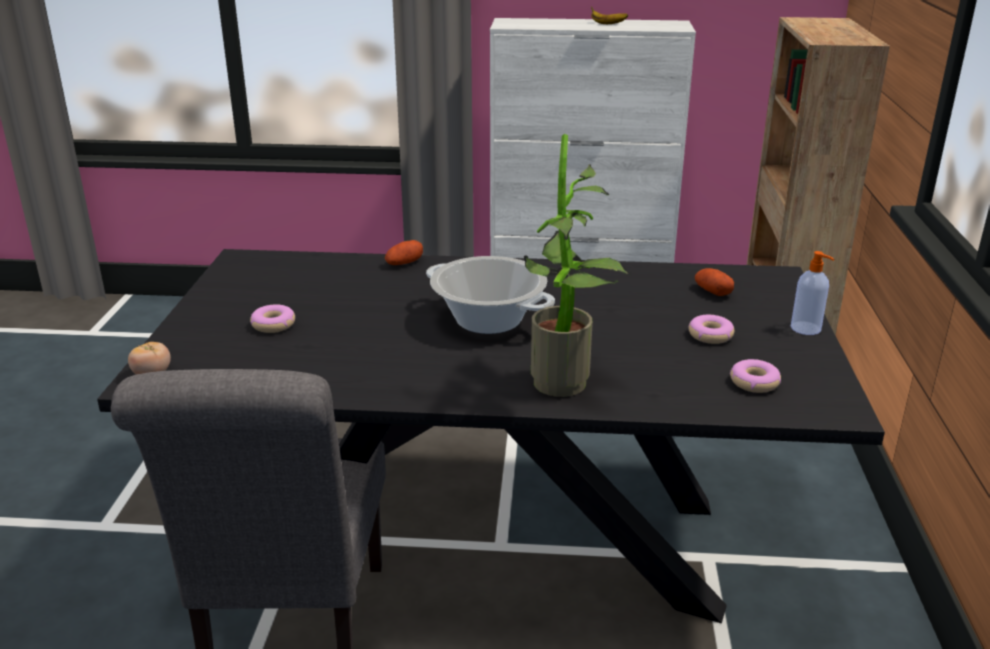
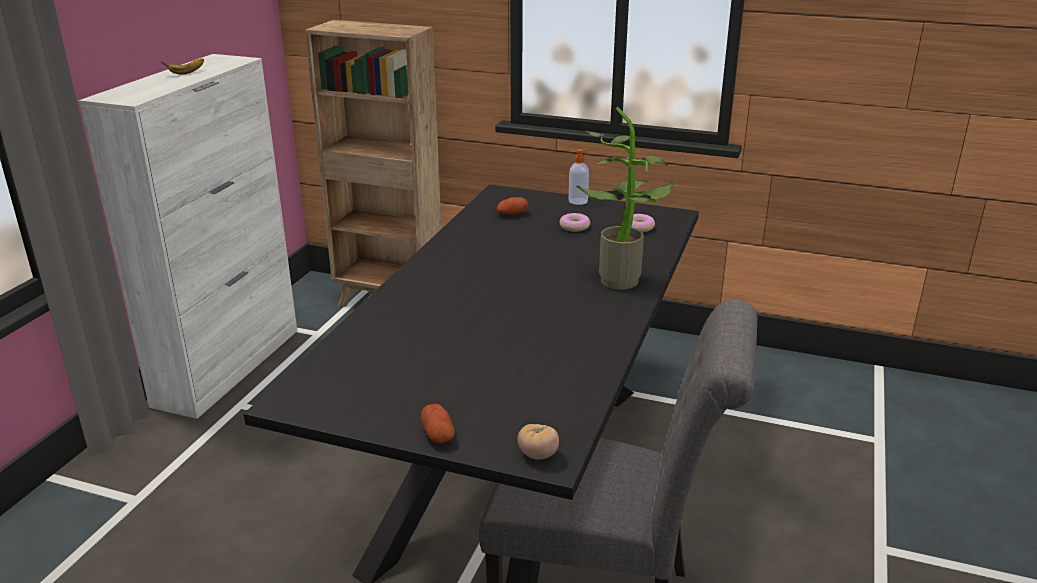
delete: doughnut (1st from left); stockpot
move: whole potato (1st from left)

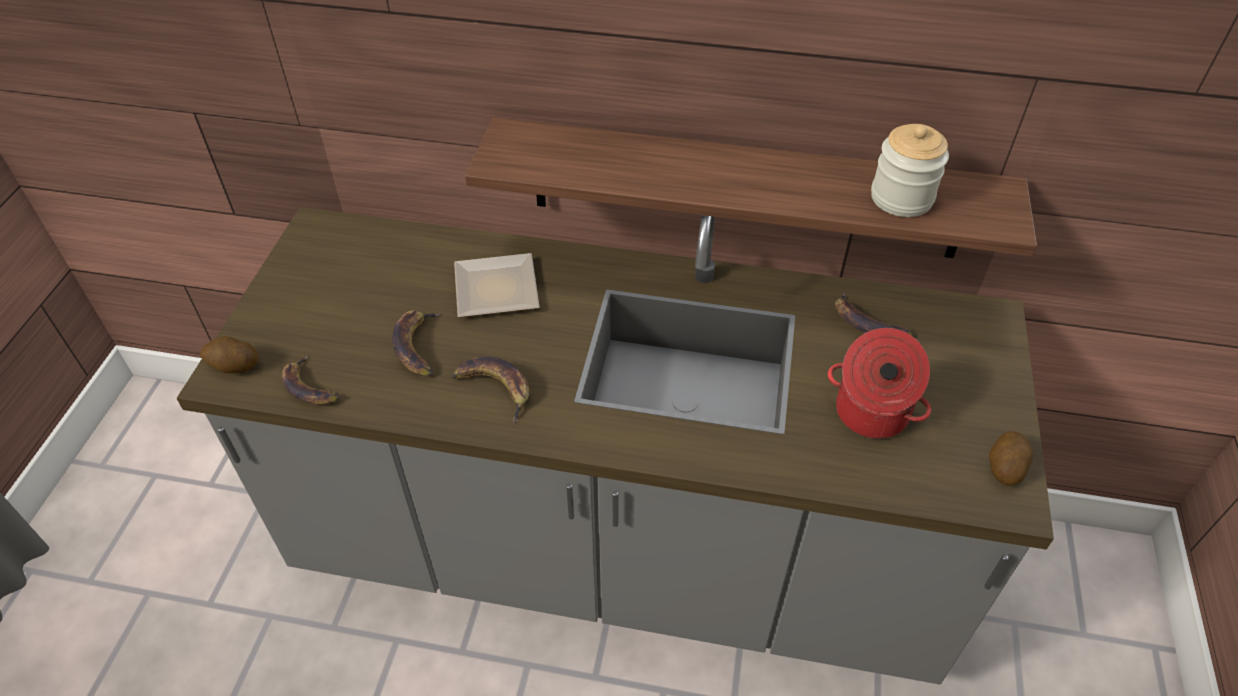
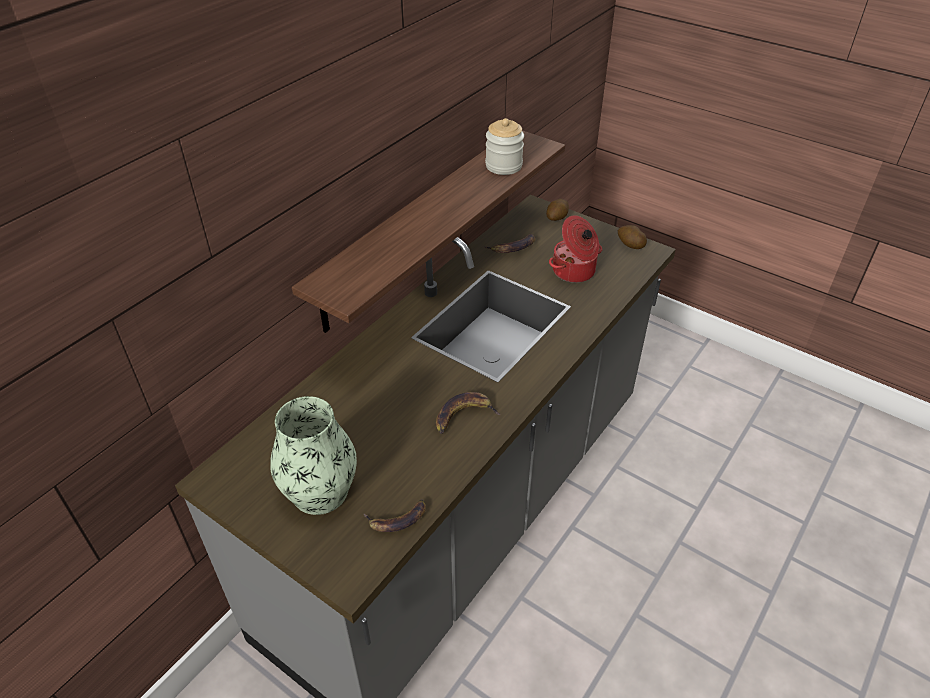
delete: whole banana (2nd from left); plate
insert: decorative vase
move: whole potato (1st from left)

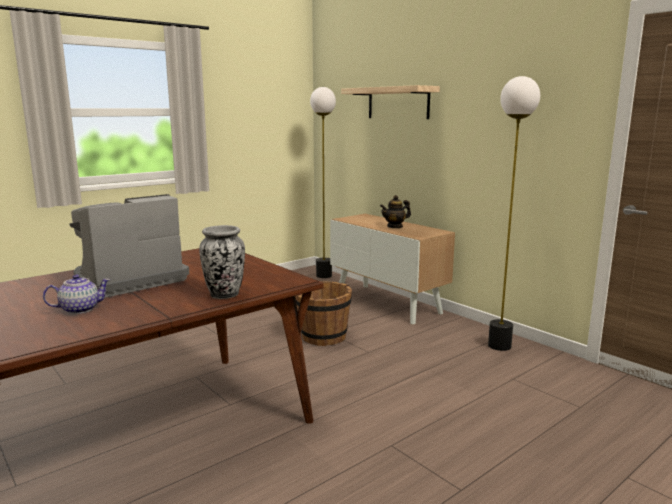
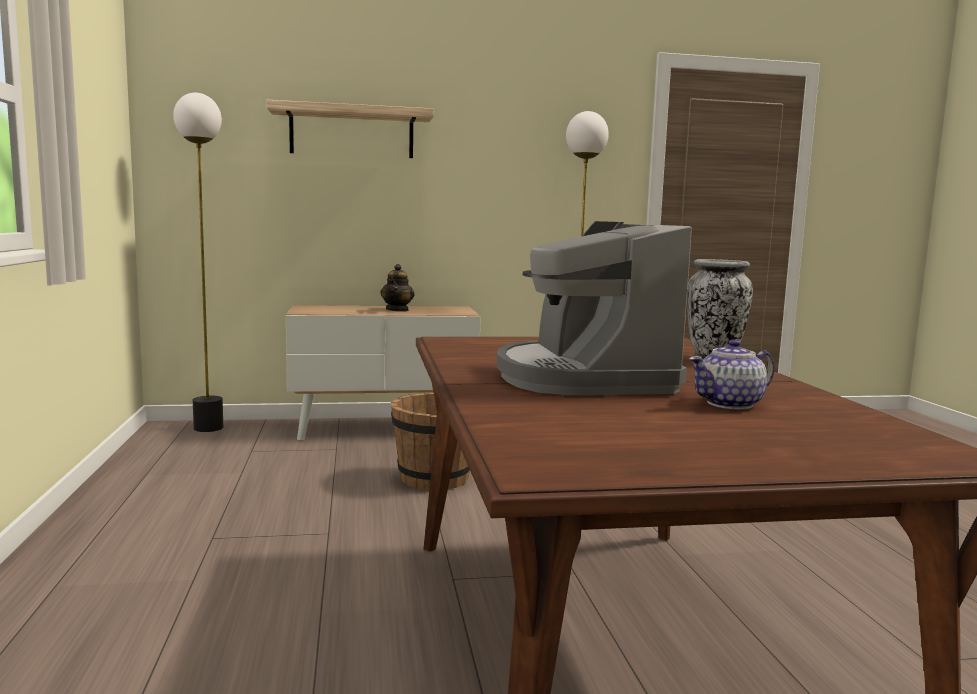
rotate: teapot (1st from left in the first image) 120 degrees counterclockwise

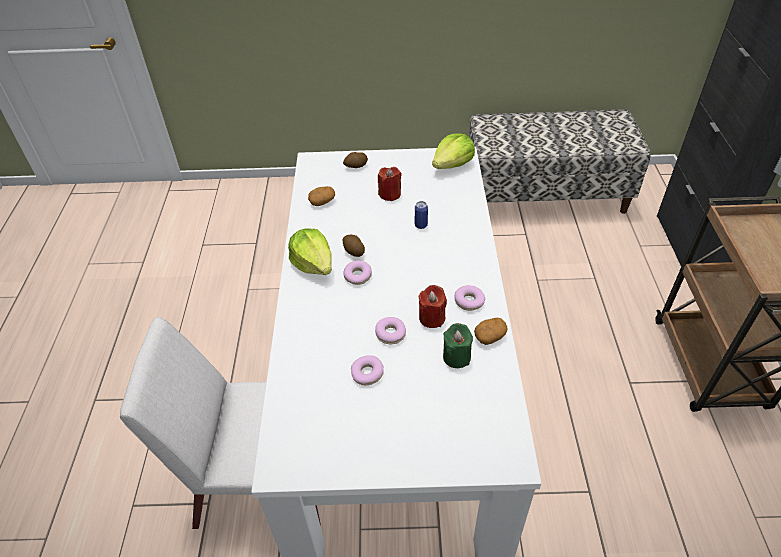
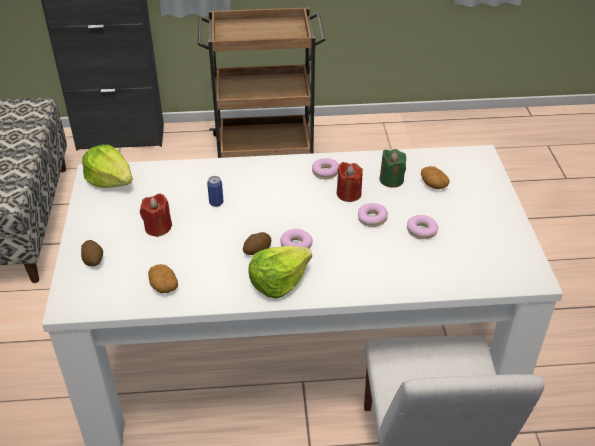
move: whole potato (4th from left)

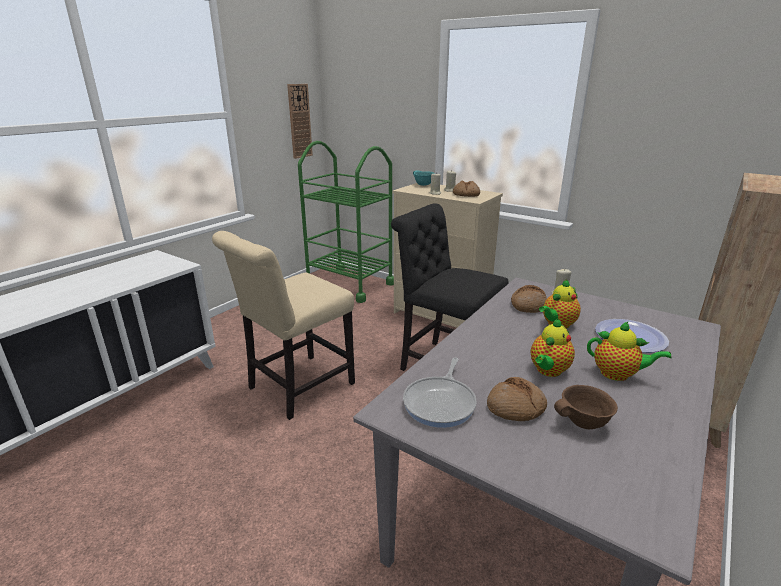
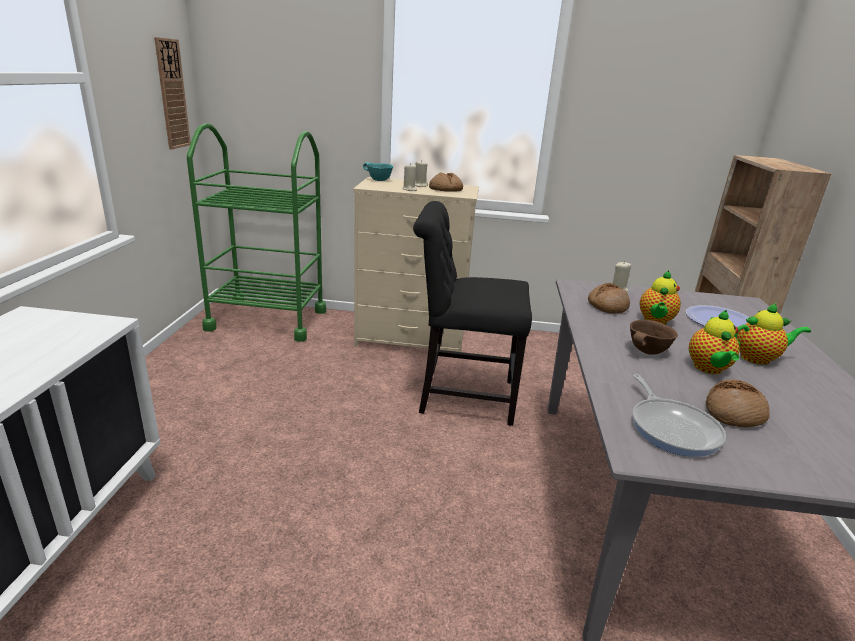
delete: upright chair (beige-coloured)
move: serving bowl (brown-coloured)

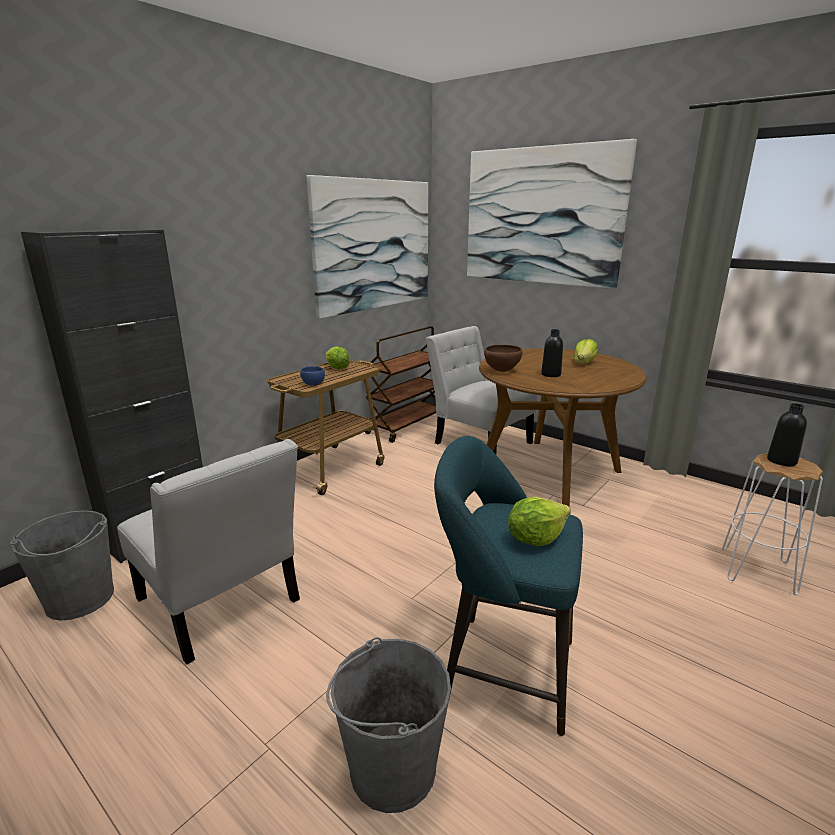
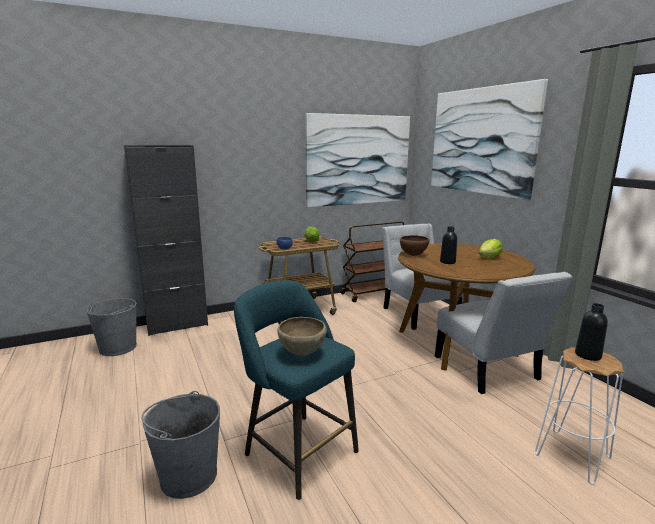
move: upright chair (white) (1st from left in the first image) to upright chair (white) (2nd from left)
replace: lettuce head (2nd from left) to serving bowl (brown-coloured) (1st from left)

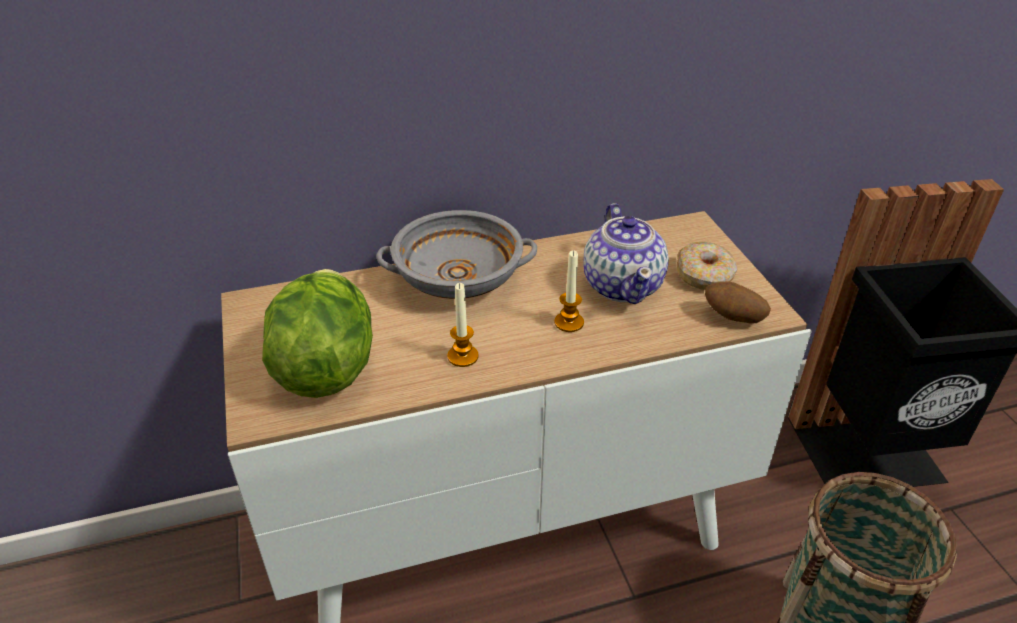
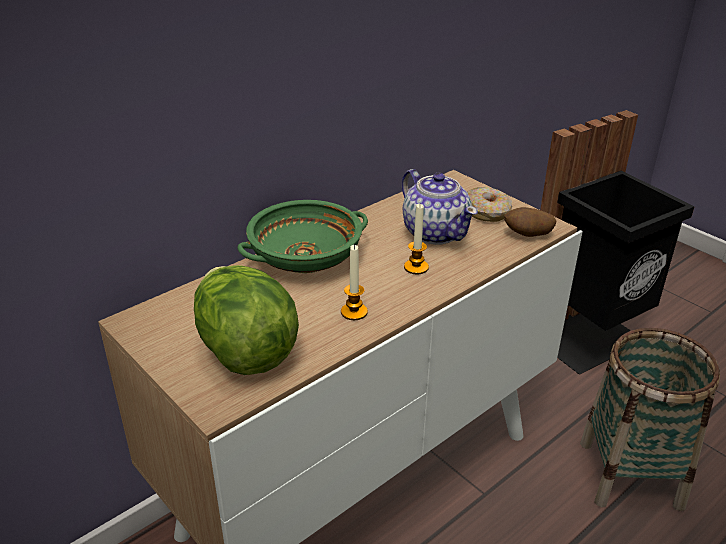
recolor: serving bowl (greyish) to serving bowl (green-coloured)

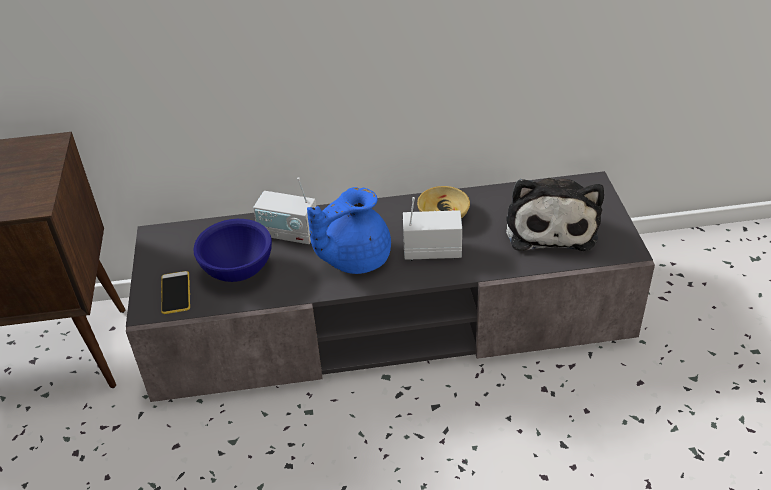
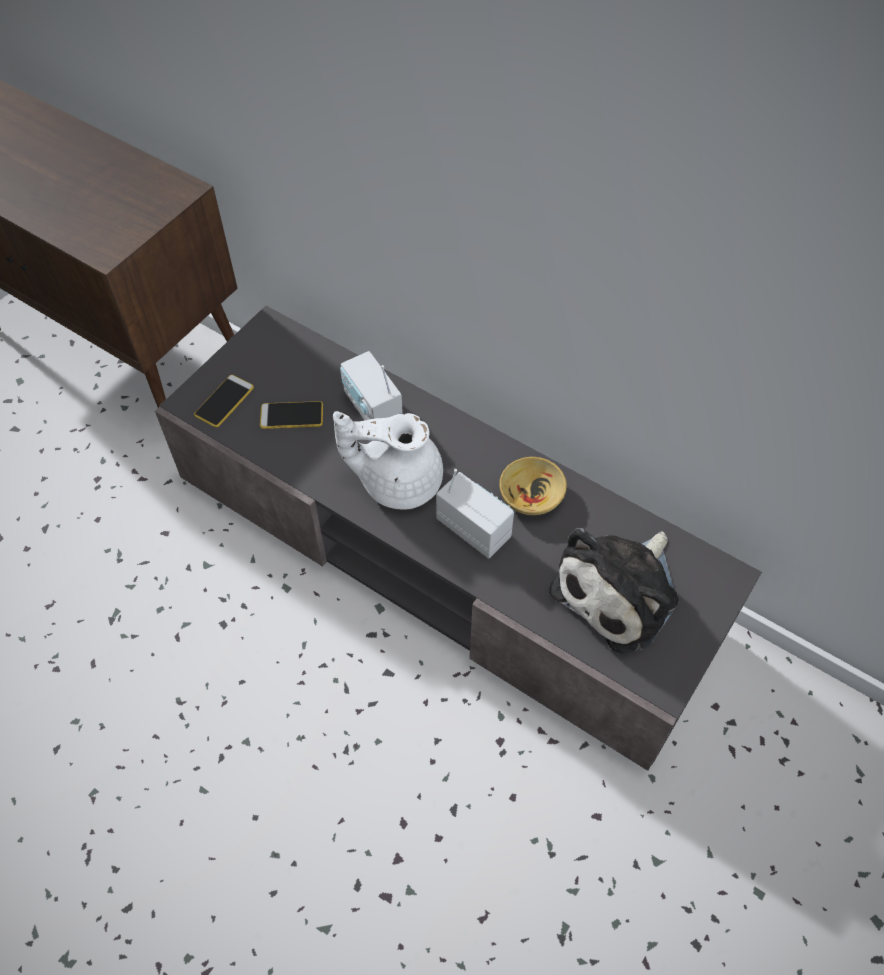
replace: serving bowl (bluish) to phone (2nd from left)
recolor: teapot (bluish) to teapot (white)

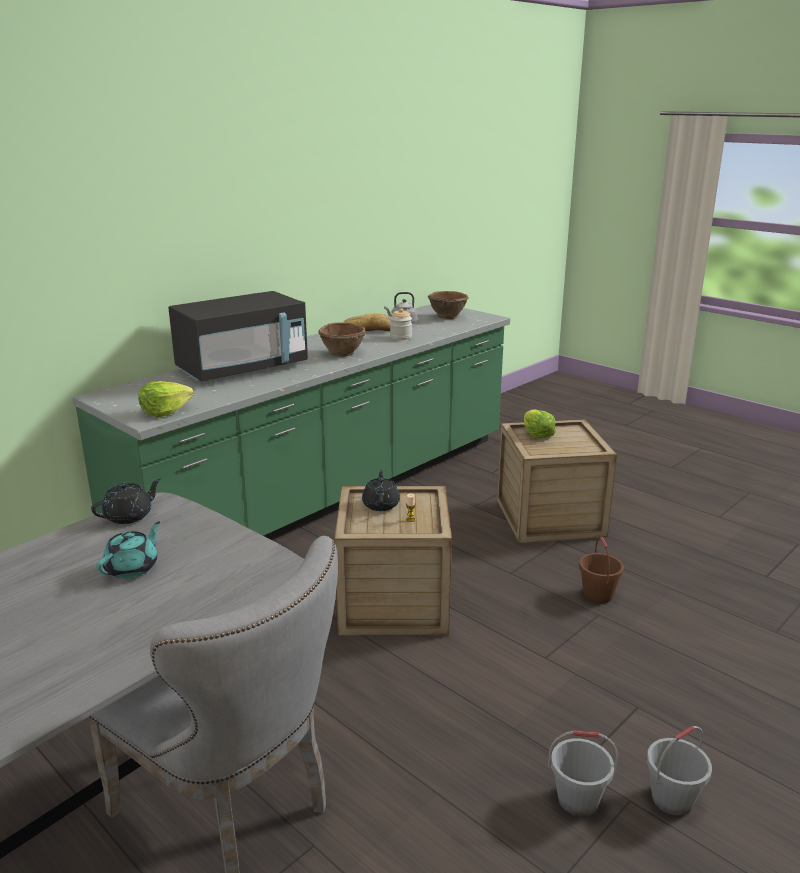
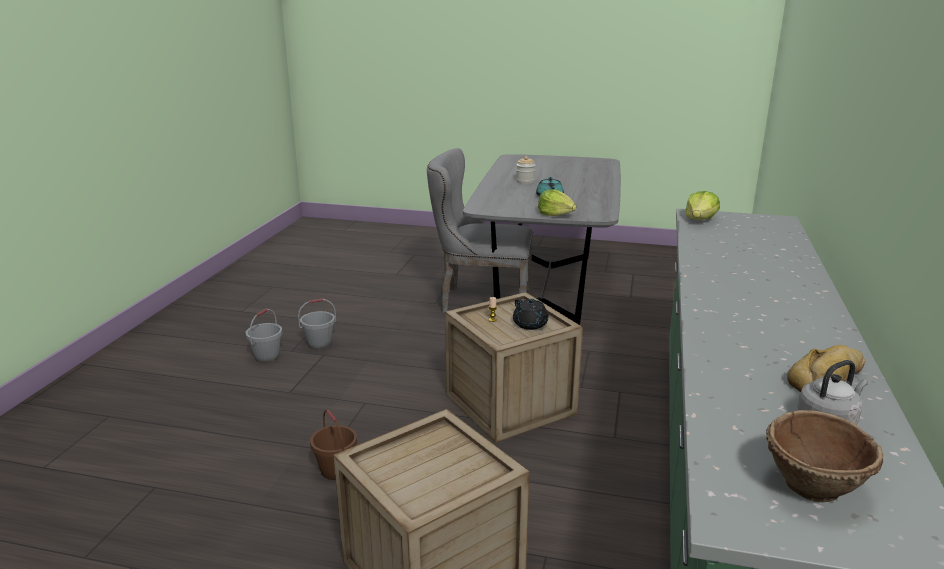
delete: teapot (black-coloured) (1st from left); kitchen microwave (black-coloured); serving bowl (brown-coloured) (1st from left)
move: storage jar; lettuce head (2nd from left in the first image) to lettuce head (1st from left)

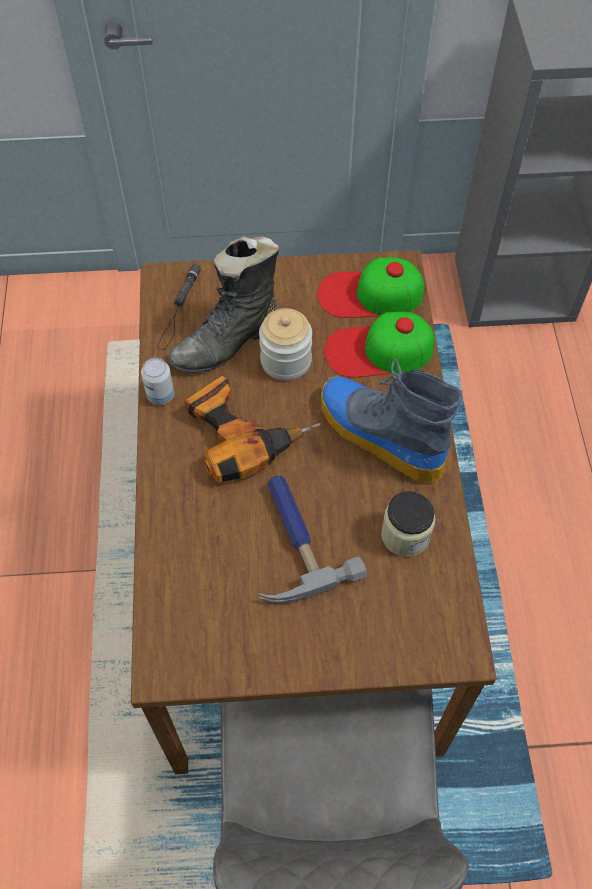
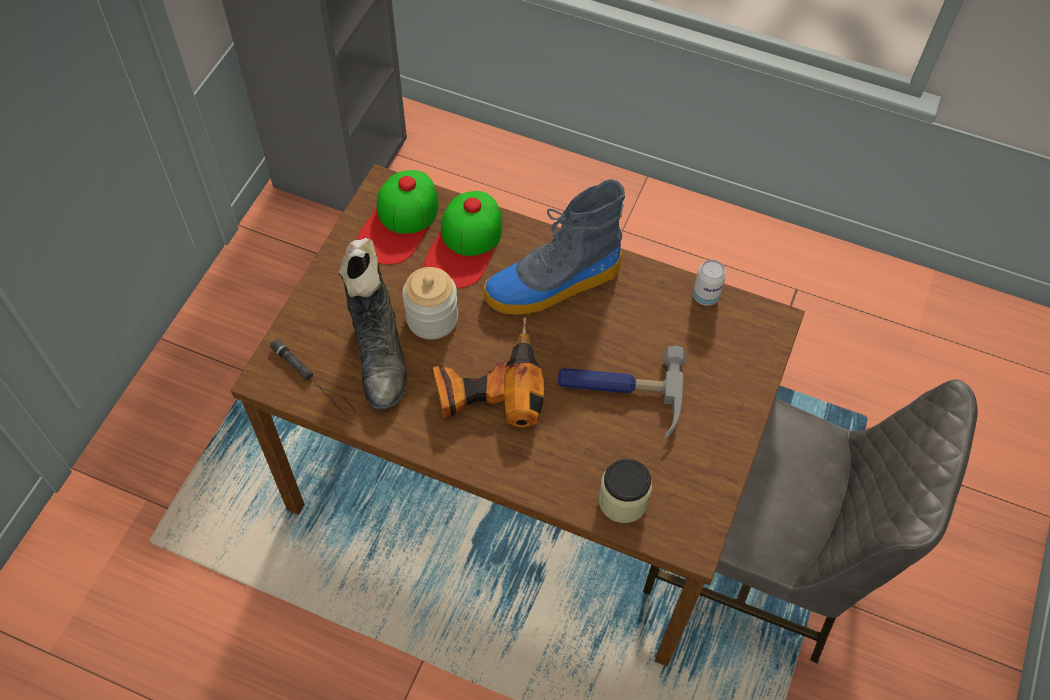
move: sealed can; storage jar (2nd from left)

